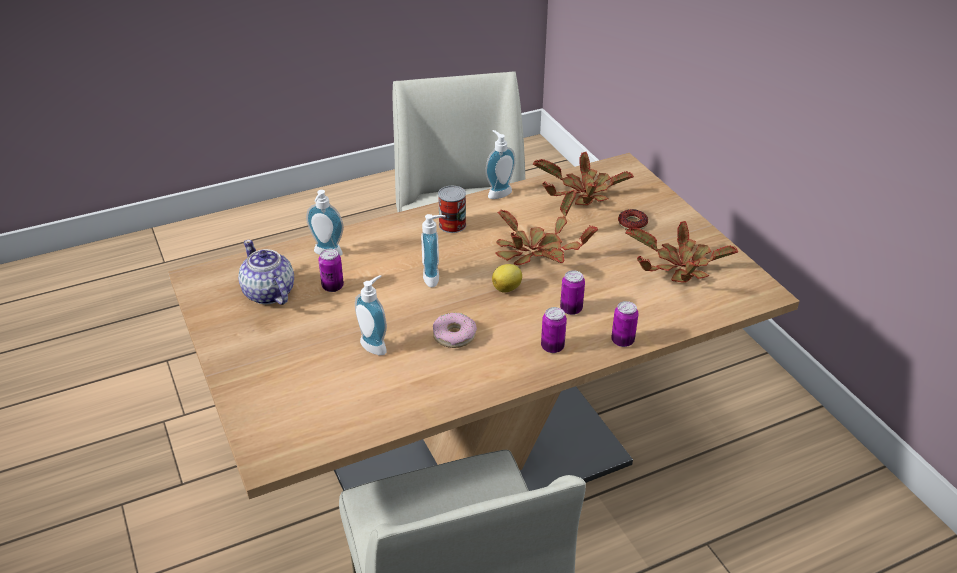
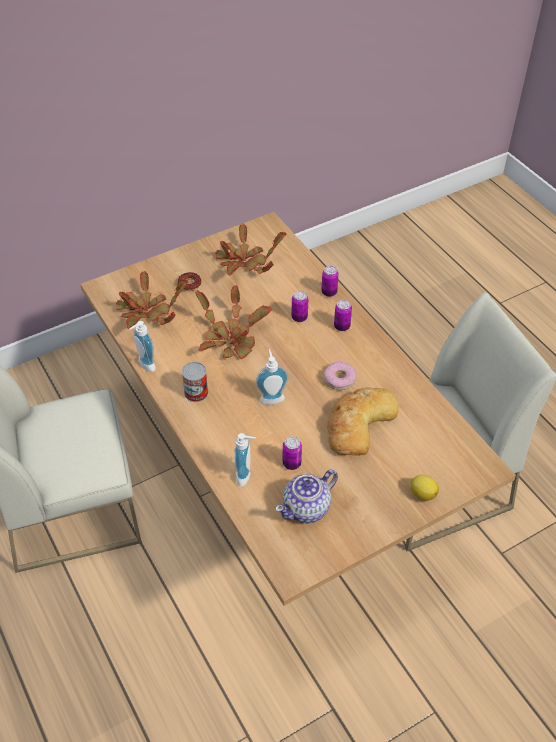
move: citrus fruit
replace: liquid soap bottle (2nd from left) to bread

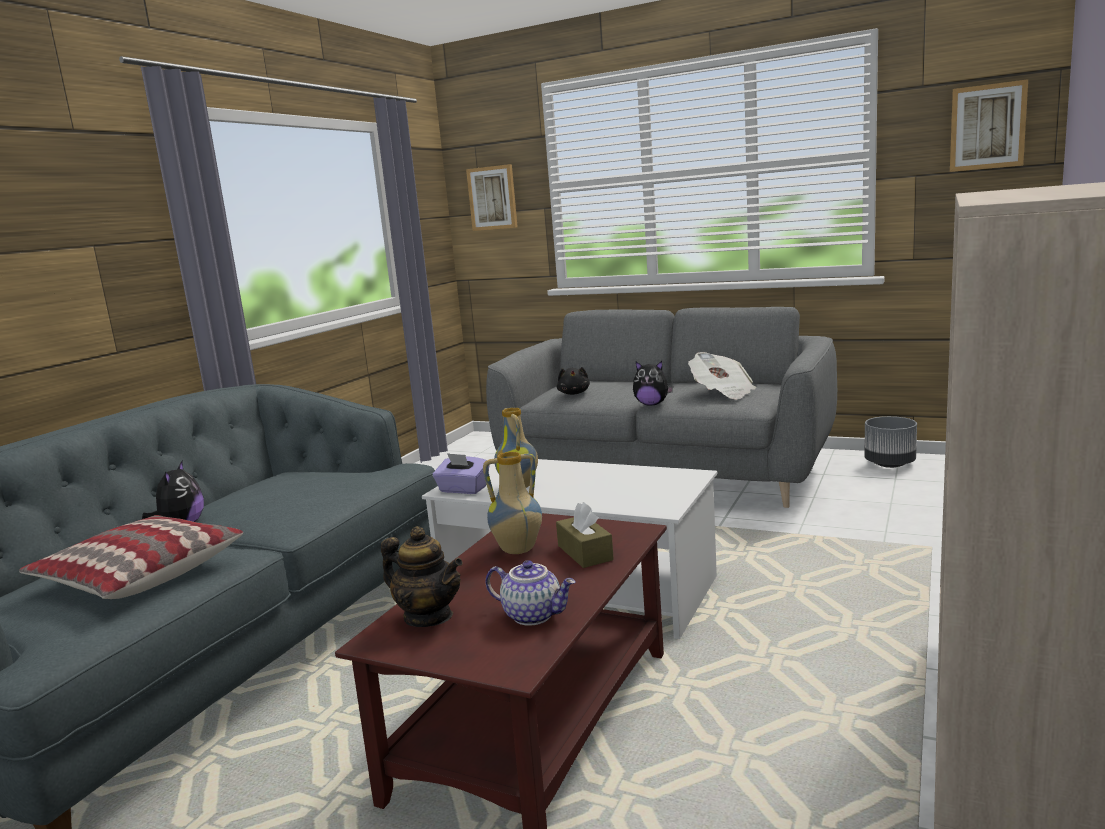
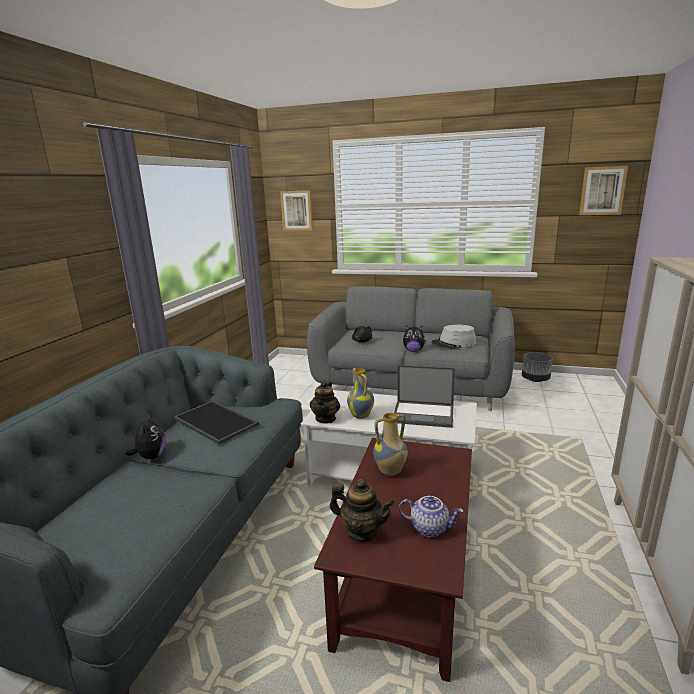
delete: pillow; tissue box (brown-coloured)
insert: tray; portable computer
replace: tissue box (purplish) to teapot (1st from left); newspaper to clothing hat (greyish)

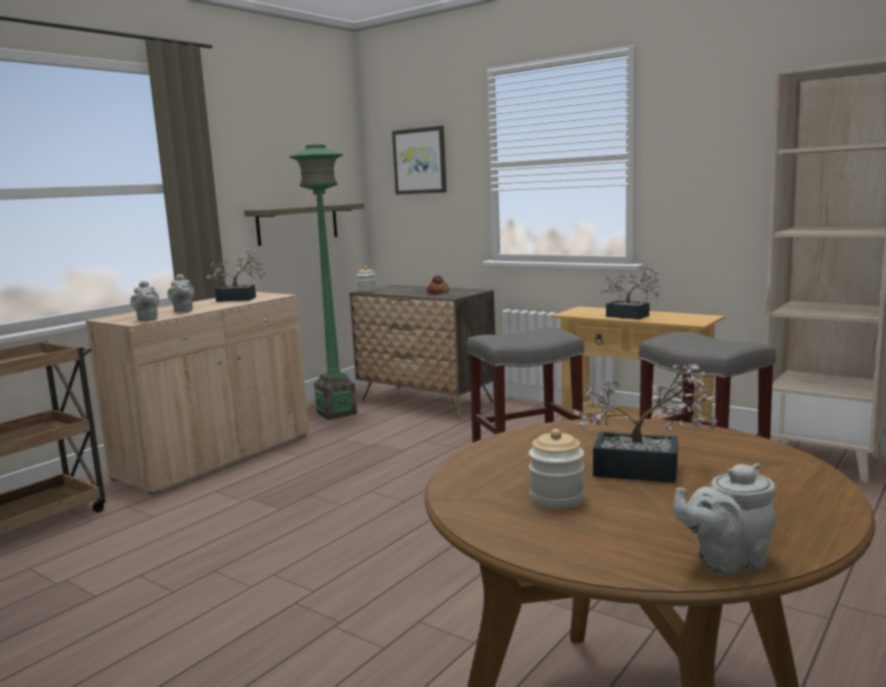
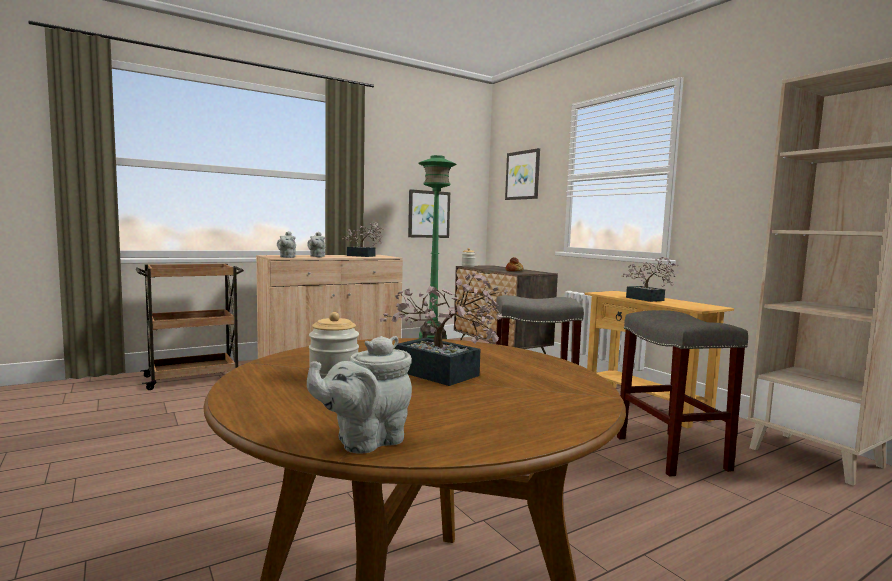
replace: bracket shelf to picture (1st from left)
rotate: teapot (greyish) (3rd from left) 45 degrees counterclockwise

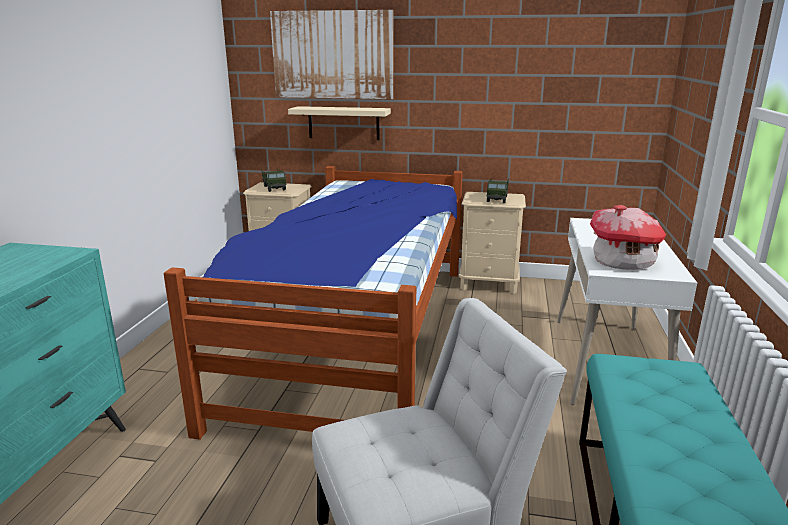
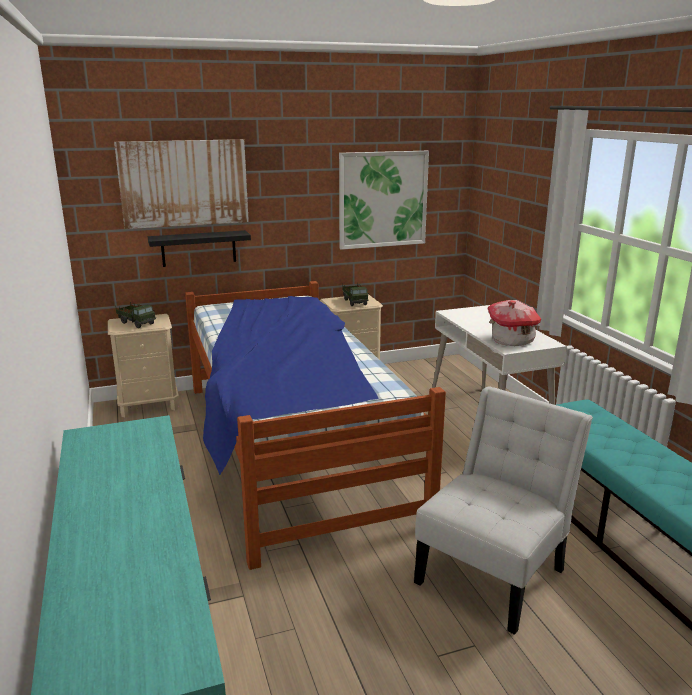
insert: picture (2nd from left)
recolor: bracket shelf (beige-coloured) to bracket shelf (black-coloured)

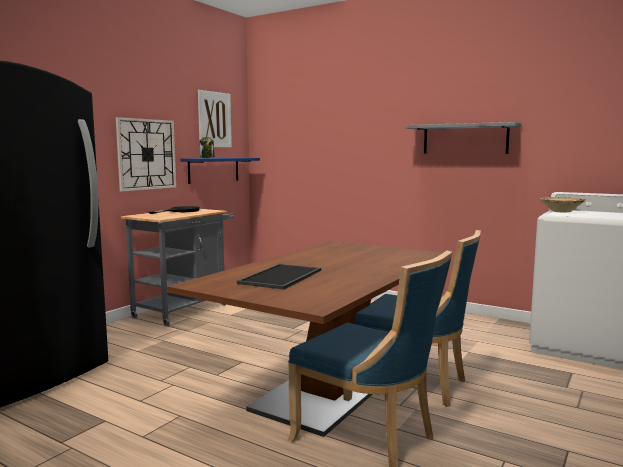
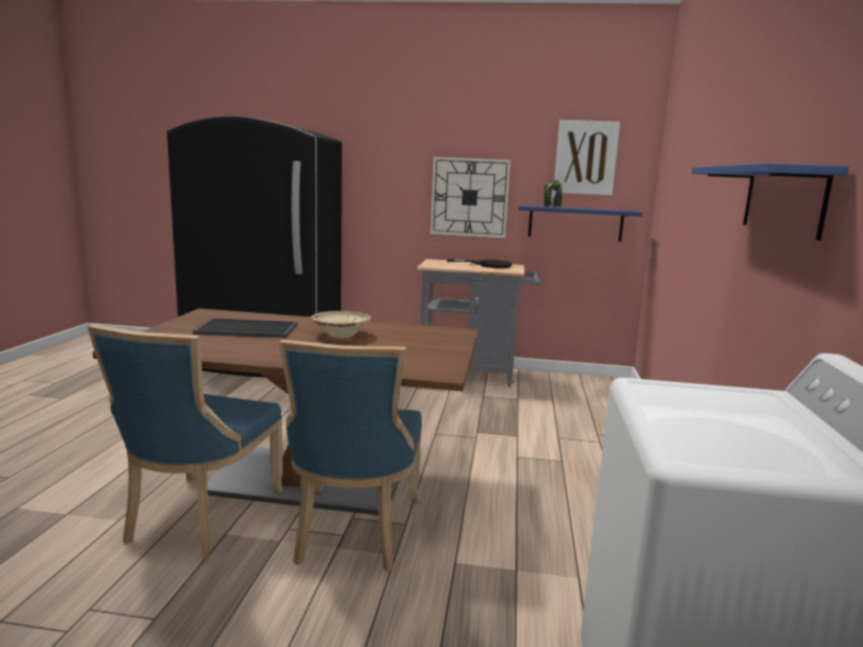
move: serving bowl (beige-coloured)
recolor: bracket shelf (greyish) to bracket shelf (bluish) (2nd from left)

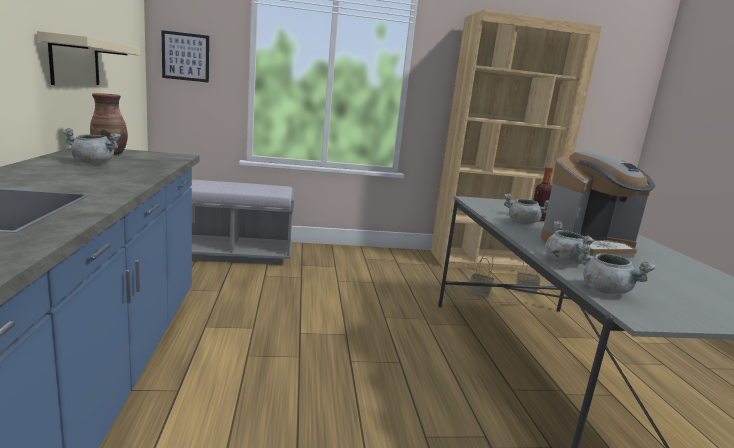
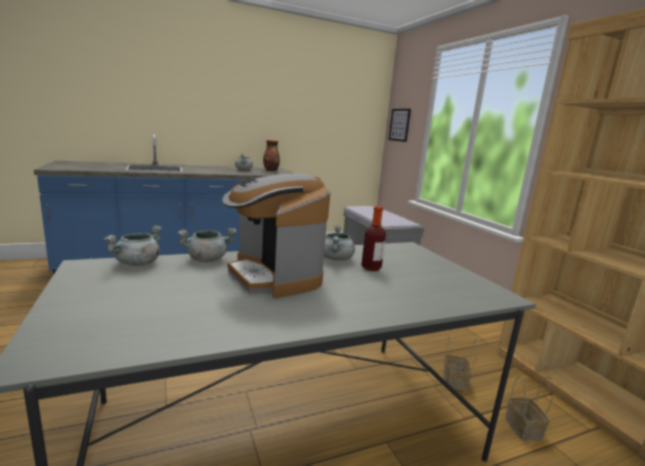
delete: bracket shelf (beige-coloured)

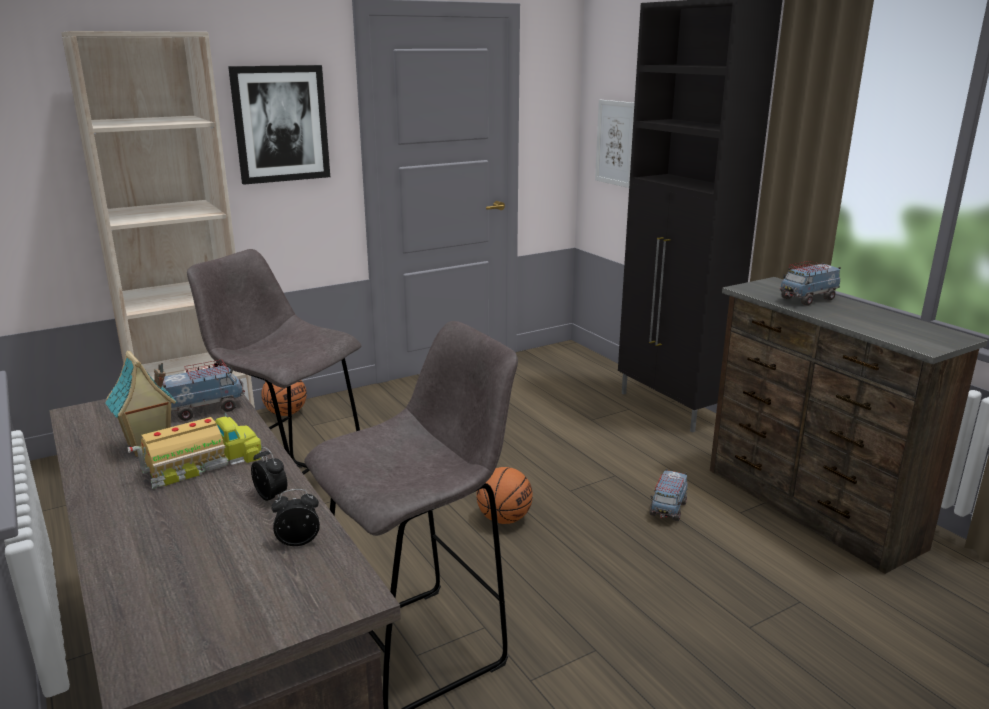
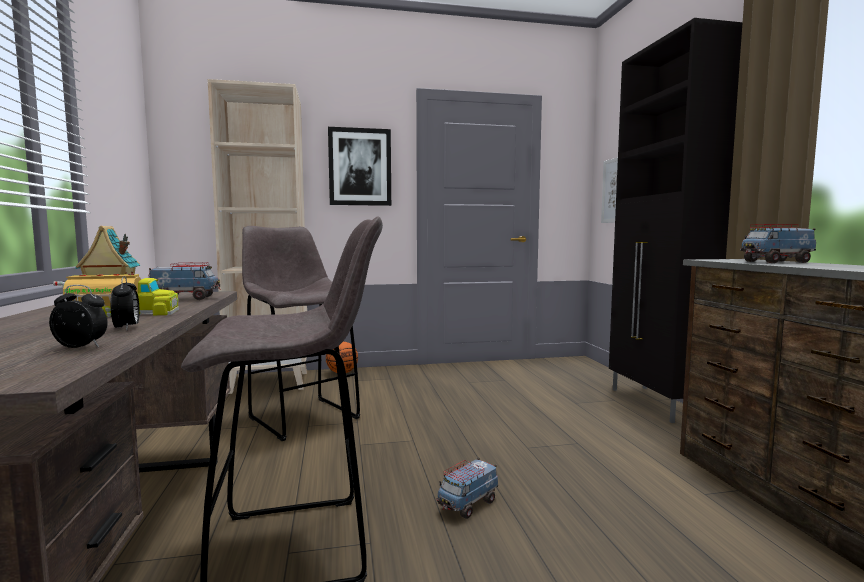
delete: ball for basketball (2nd from left)
move: toy lorry (3rd from left)

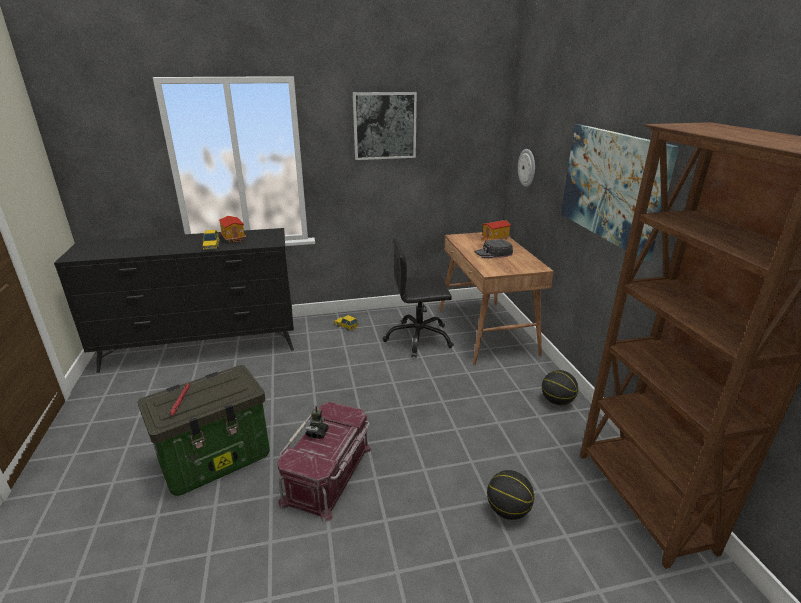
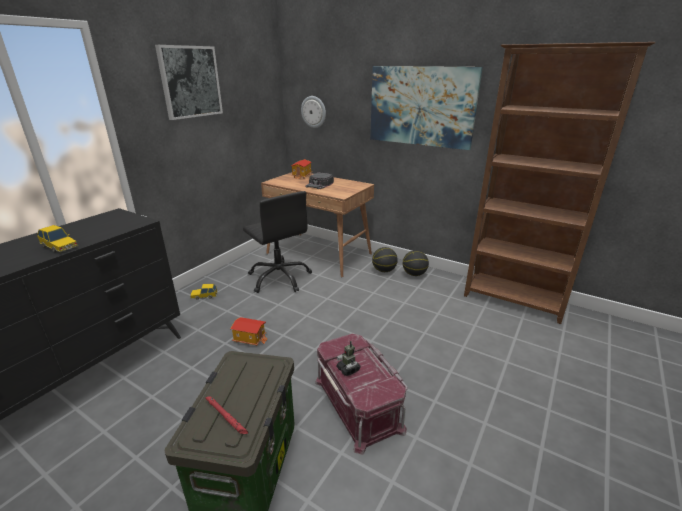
move: toy house (1st from left); ball for basketball (1st from left)
rotate: computer chair (black-coloured) 75 degrees counterclockwise

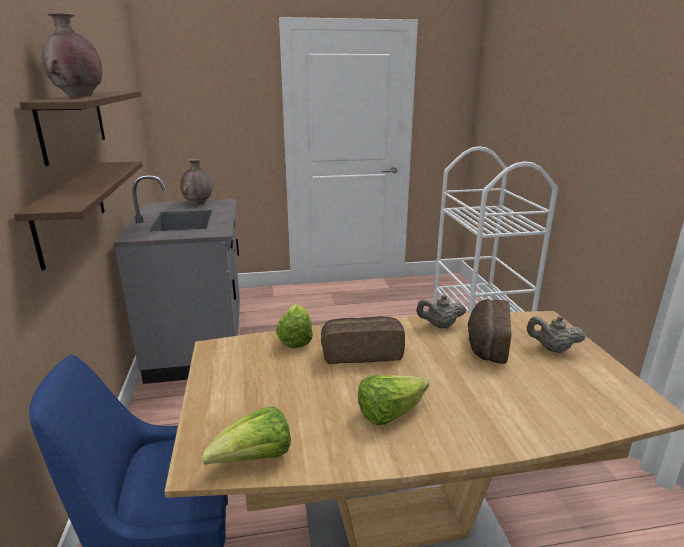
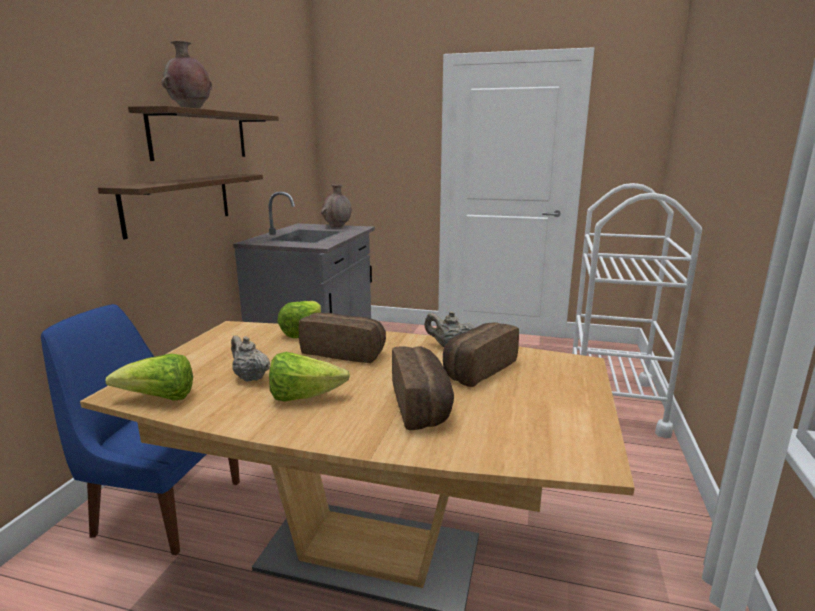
insert: bread (2nd from left)
move: teapot (beige-coloured) (2nd from left in the first image) to teapot (beige-coloured) (1st from left)

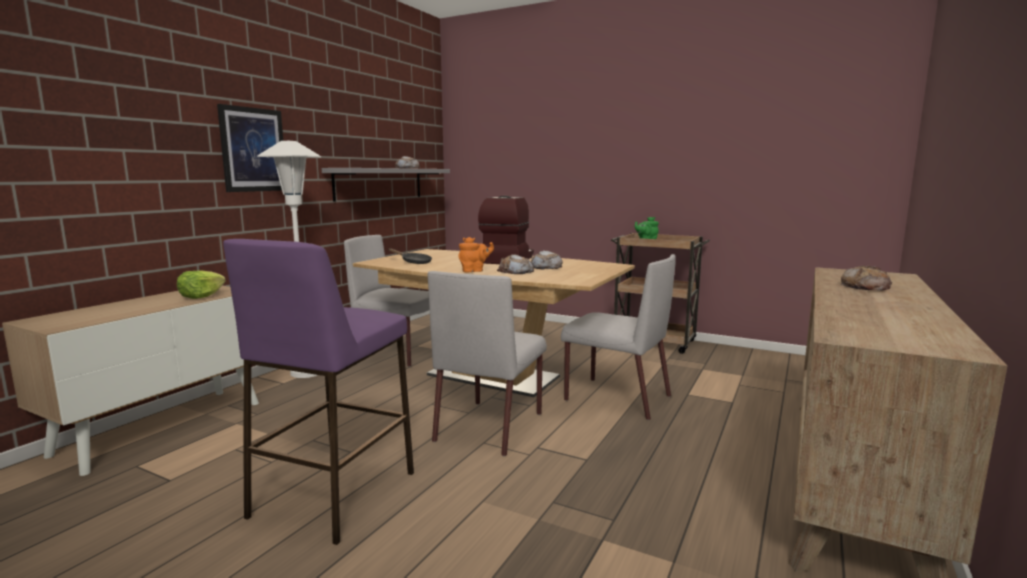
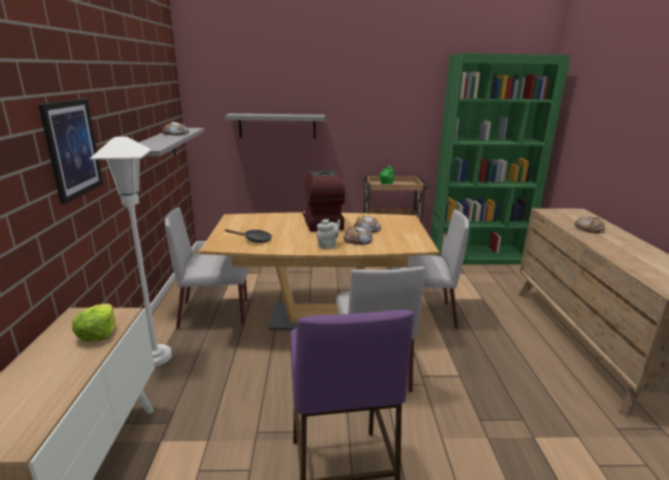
insert: bracket shelf (greyish) (2nd from left); bookcase (green-coloured)
recolor: teapot (orange) to teapot (greyish)

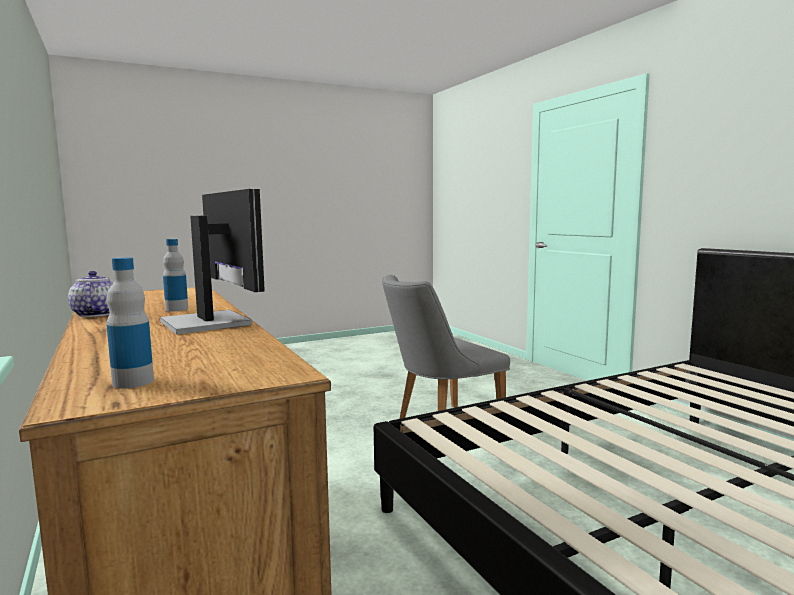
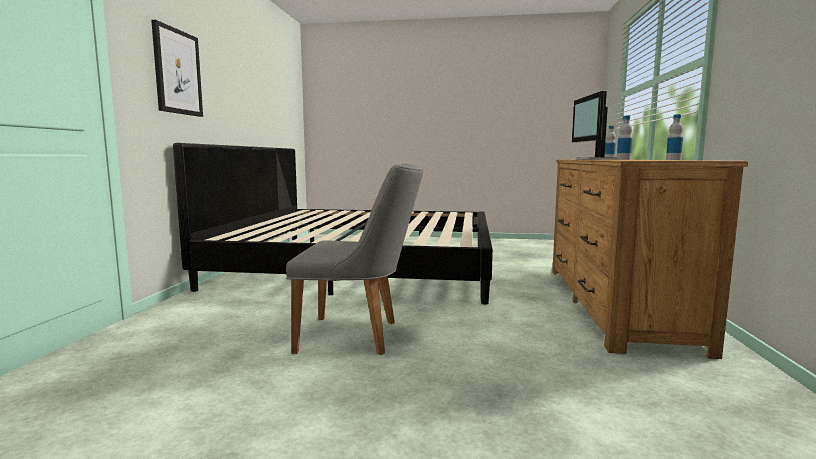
insert: picture
replace: teapot to drink bottle (3rd from left)

